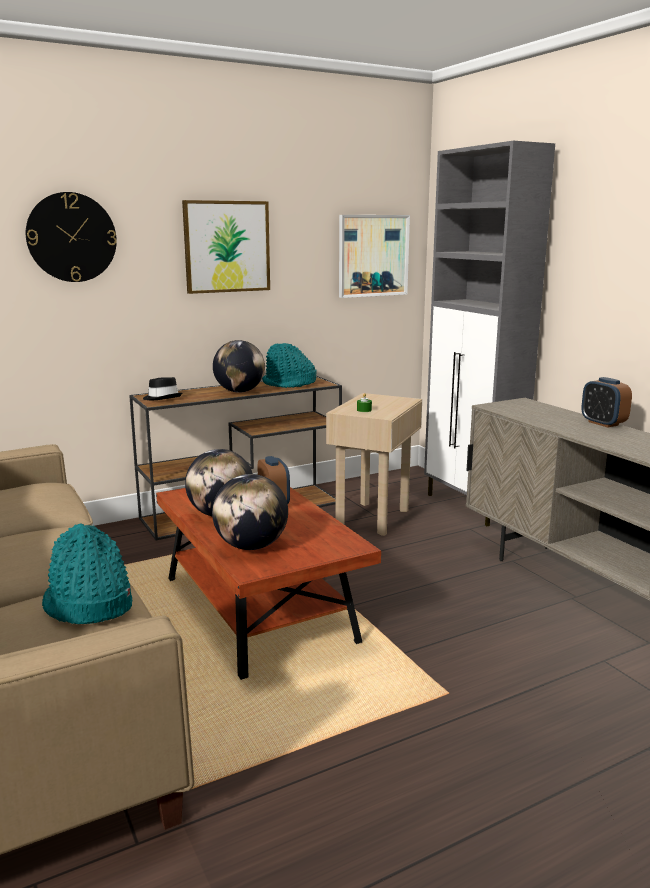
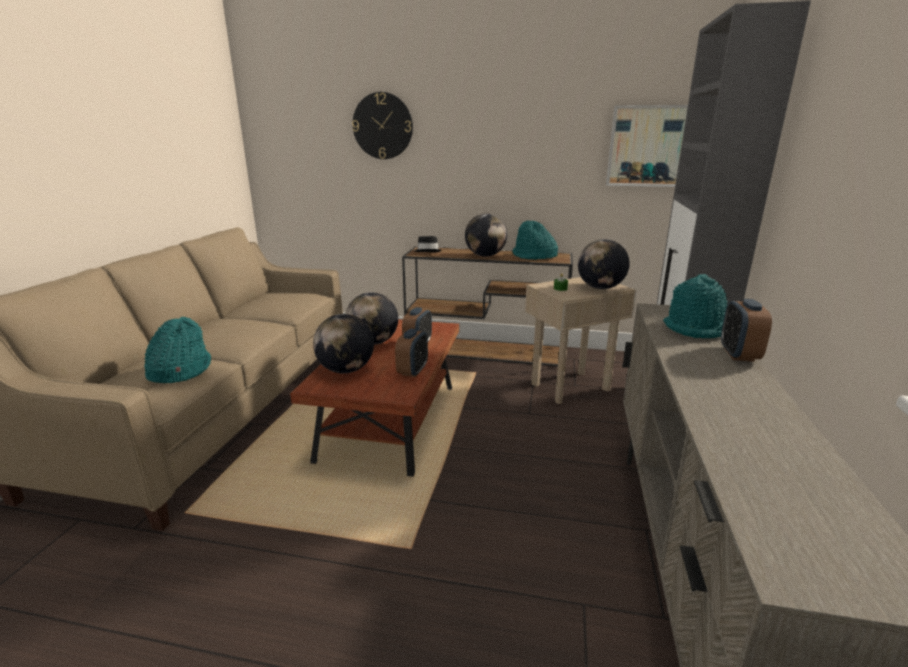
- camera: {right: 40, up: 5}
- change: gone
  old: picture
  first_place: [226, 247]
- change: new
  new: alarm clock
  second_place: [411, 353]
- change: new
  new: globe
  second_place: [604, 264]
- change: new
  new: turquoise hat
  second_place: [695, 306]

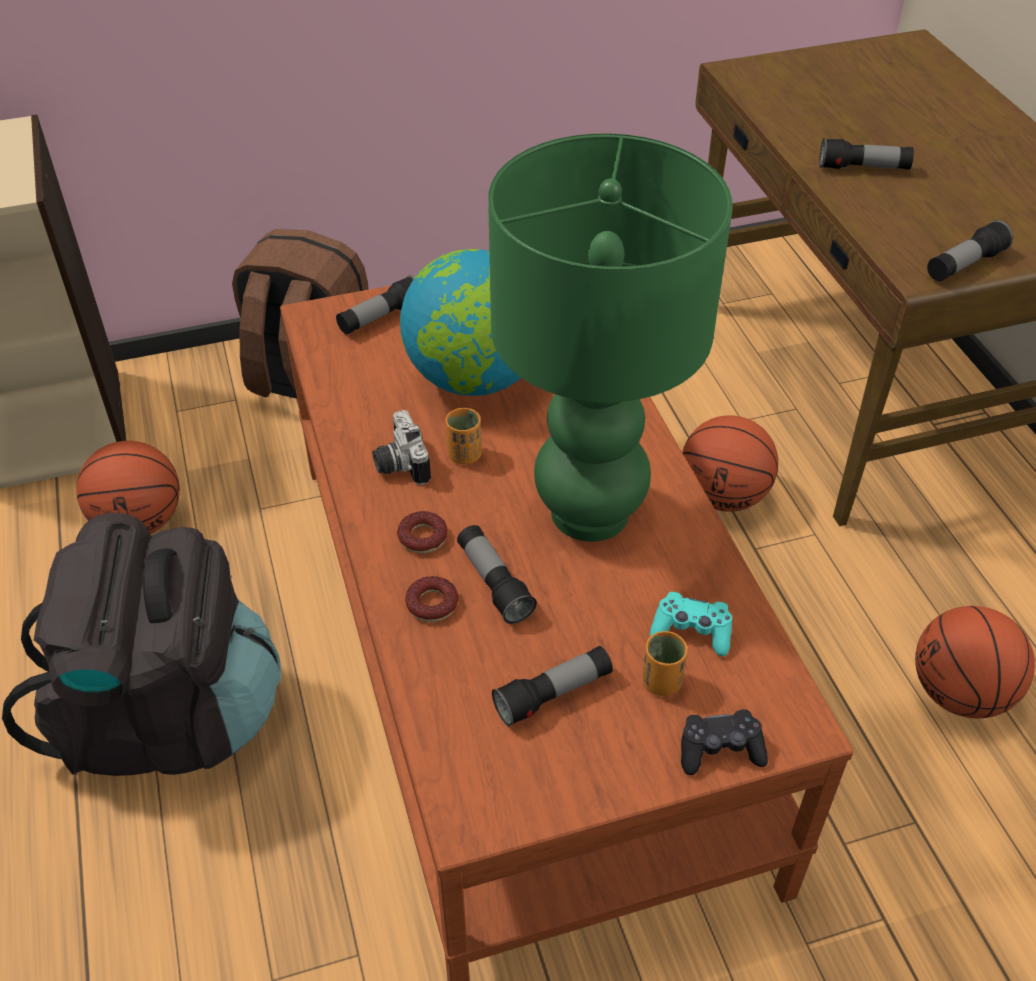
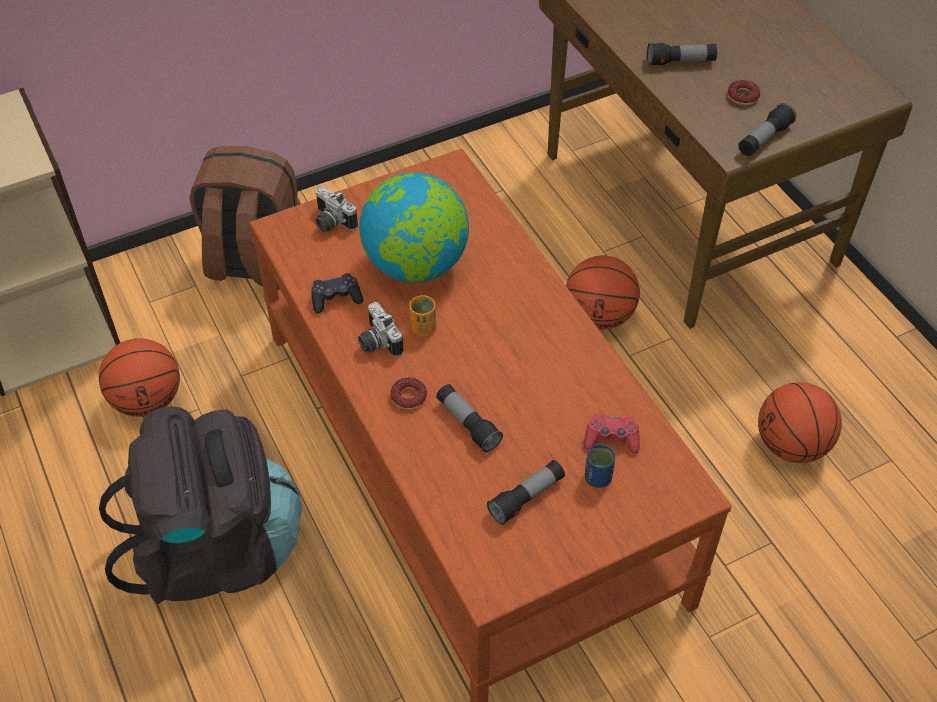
- camera: {right: -10, up: 5}
- change: gone
  old: green table lamp
  first_place: [610, 338]
- change: shifted
  old: donut
  first_place: [431, 599]
  second_place: [744, 92]
- change: shifted
  old: black game controller
  first_place: [724, 742]
  second_place: [337, 293]
- change: swapped
  old: flashlight
  new: photo camera
  first_place: [375, 305]
  second_place: [336, 209]
- change: repainted
  old: orange cup
  new: blue cup
  first_place: [665, 663]
  second_place: [600, 466]
- change: repainted
  old: turquoise game controller
  new: red game controller
  first_place: [691, 624]
  second_place: [612, 434]

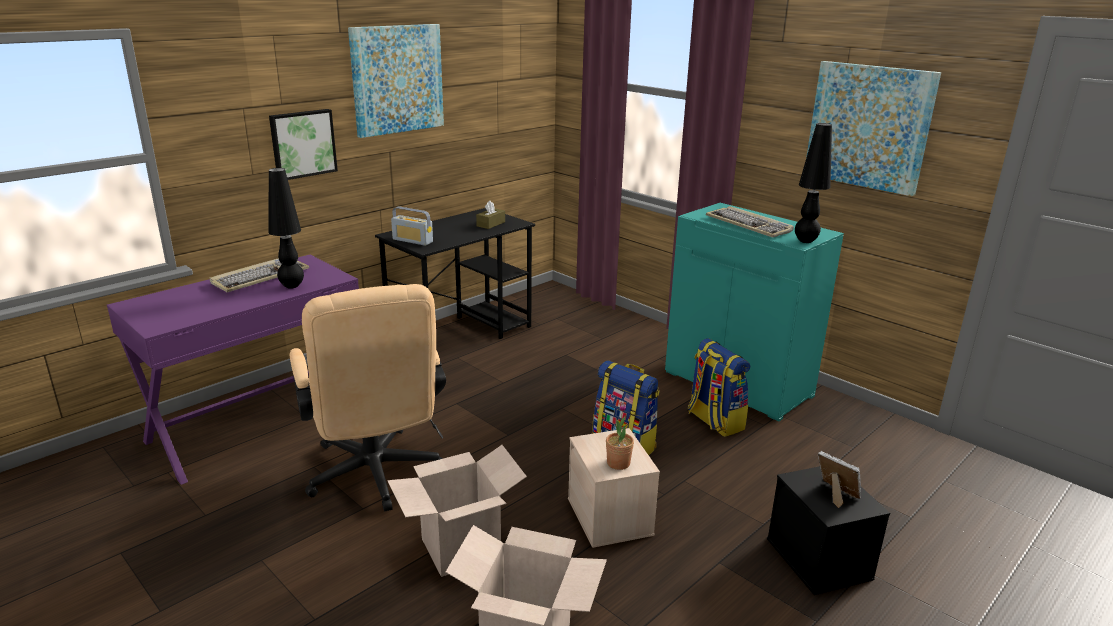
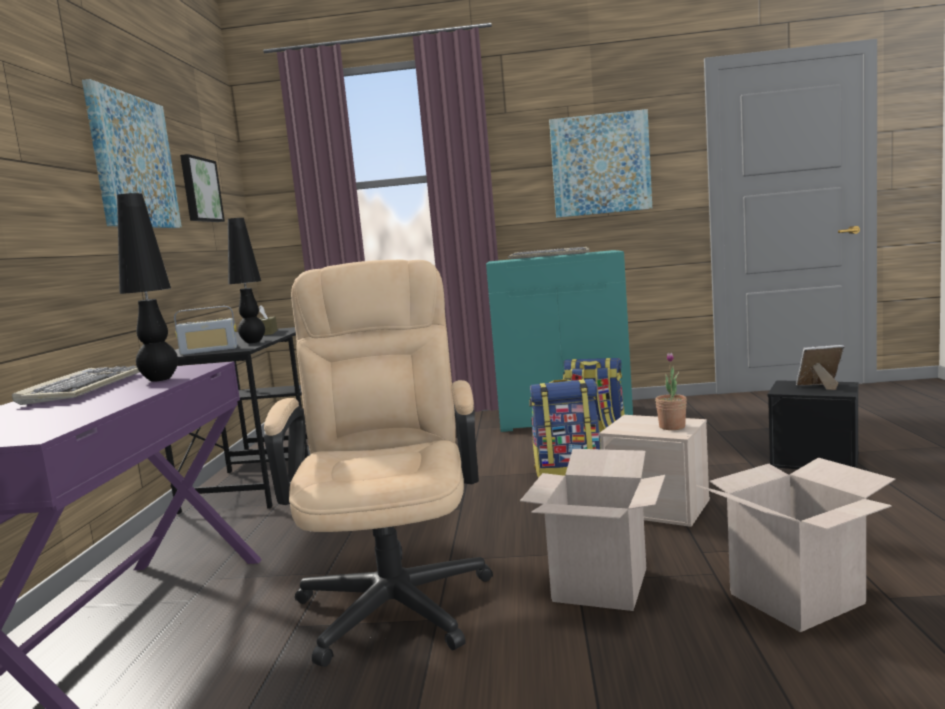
- camera: {right: -40, up: -15}
- change: shifted
  old: picture
  first_place: [303, 144]
  second_place: [202, 188]
- change: shifted
  old: black table lamp
  first_place: [813, 183]
  second_place: [246, 280]
- change: rotated
  old: beige office chair
  first_place: [368, 398]
  second_place: [378, 463]
  degrees: -120

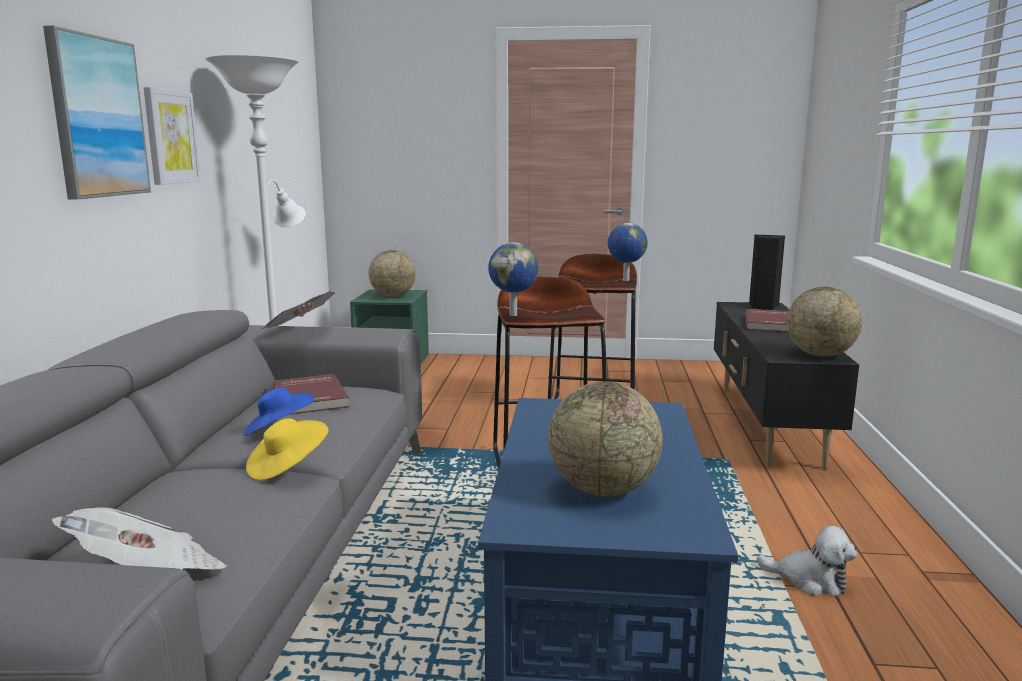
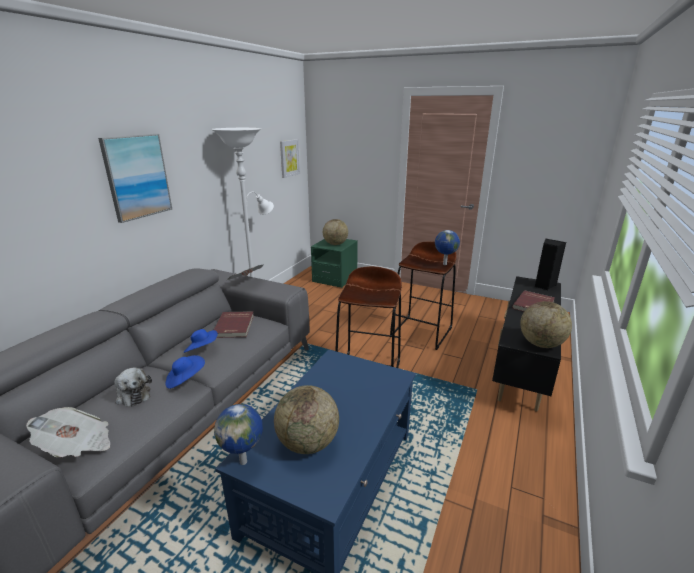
- camera: {right: 20, up: 10}
- change: shifted
  old: picture
  first_place: [172, 136]
  second_place: [290, 158]
- change: shifted
  old: globe
  first_place: [513, 279]
  second_place: [238, 434]
- change: shifted
  old: plush toy
  first_place: [807, 561]
  second_place: [133, 387]
- change: repainted
  old: yellow hat
  new: blue hat
  first_place: [287, 449]
  second_place: [185, 372]

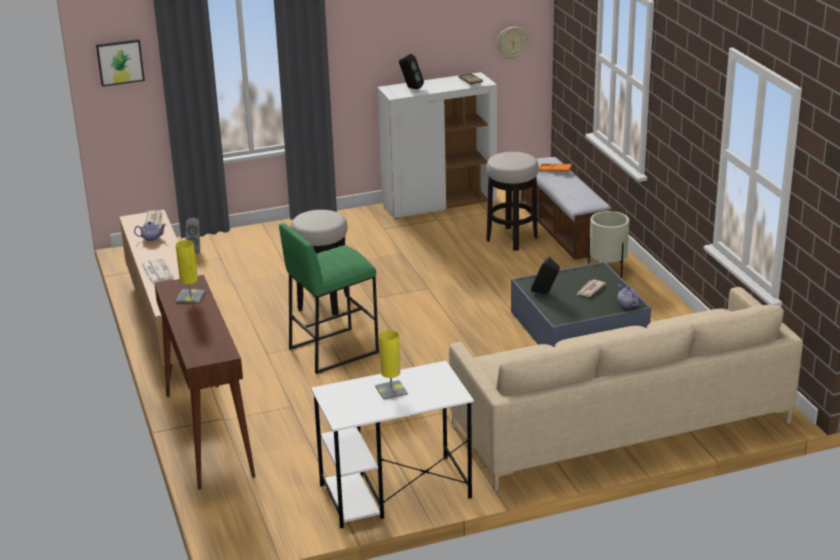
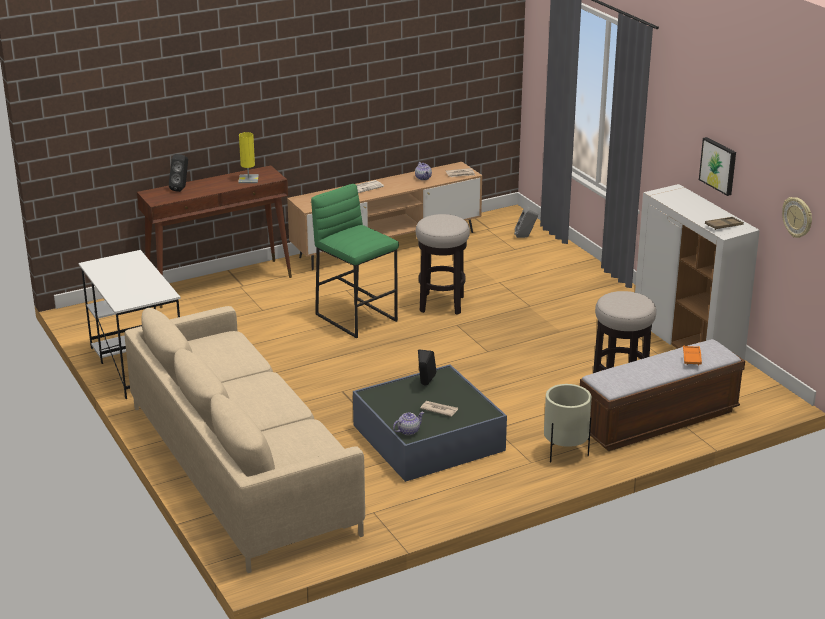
- camera: {right: 80, up: 0}
- change: gone
  old: yellow table lamp
  first_place: [391, 365]
- change: shifted
  old: picture
  first_place: [120, 63]
  second_place: [717, 166]
- change: shifted
  old: black speaker
  first_place: [411, 71]
  second_place: [178, 173]

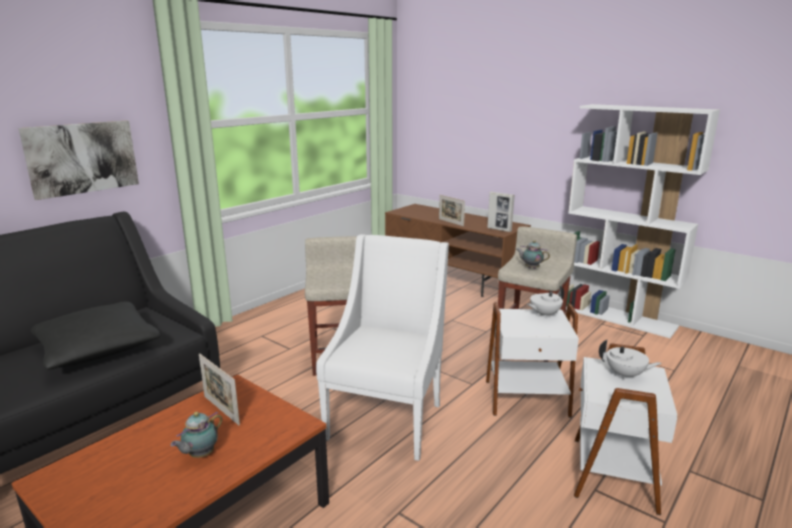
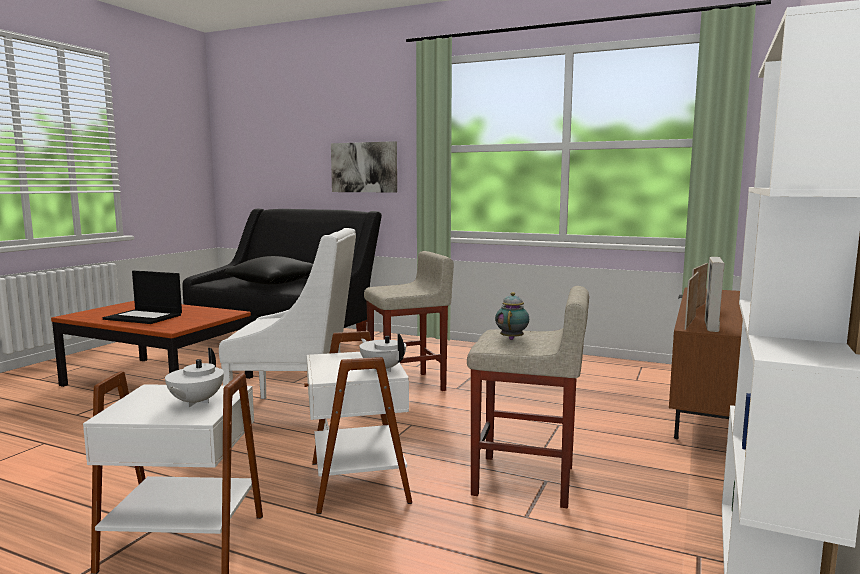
- camera: {right: 75, up: -10}
- change: shifted
  old: picture frame
  first_place: [219, 389]
  second_place: [692, 301]
- change: swapped
  old: teapot
  new: laptop
  first_place: [196, 435]
  second_place: [142, 297]

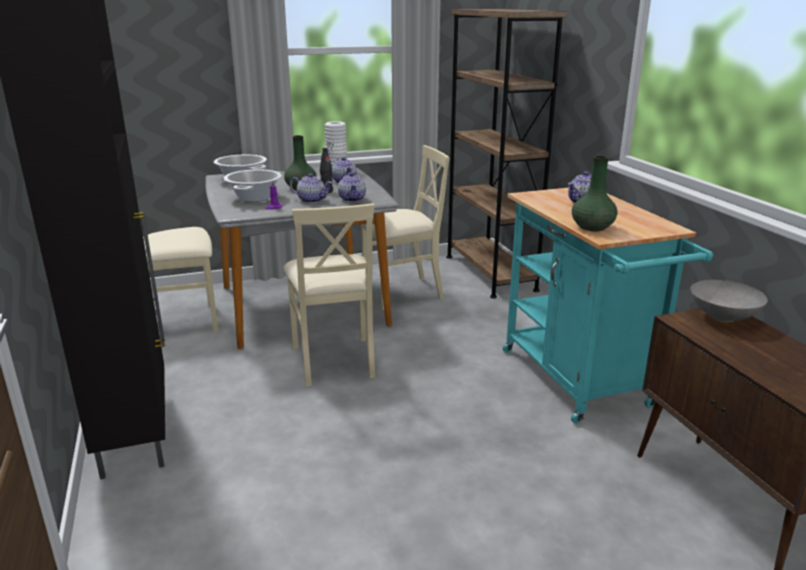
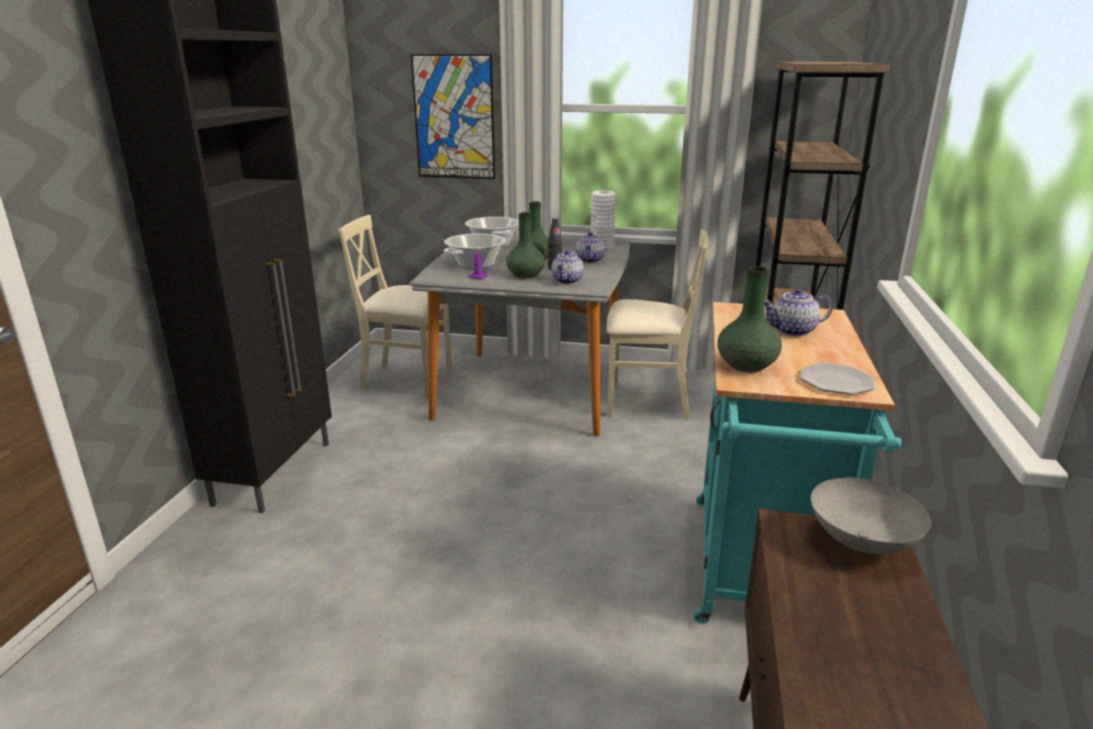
- camera: {right: 30, up: 0}
- change: gone
  old: beige chair
  first_place: [329, 294]
- change: new
  new: picture
  second_place: [453, 116]
- change: new
  new: plate
  second_place: [837, 379]
- change: swapped
  old: teapot
  new: green vase
  first_place: [311, 188]
  second_place: [525, 245]

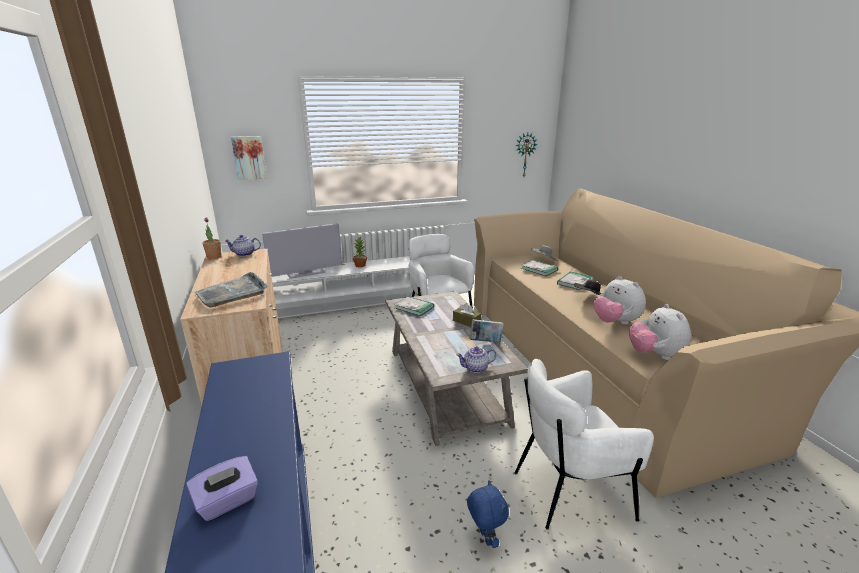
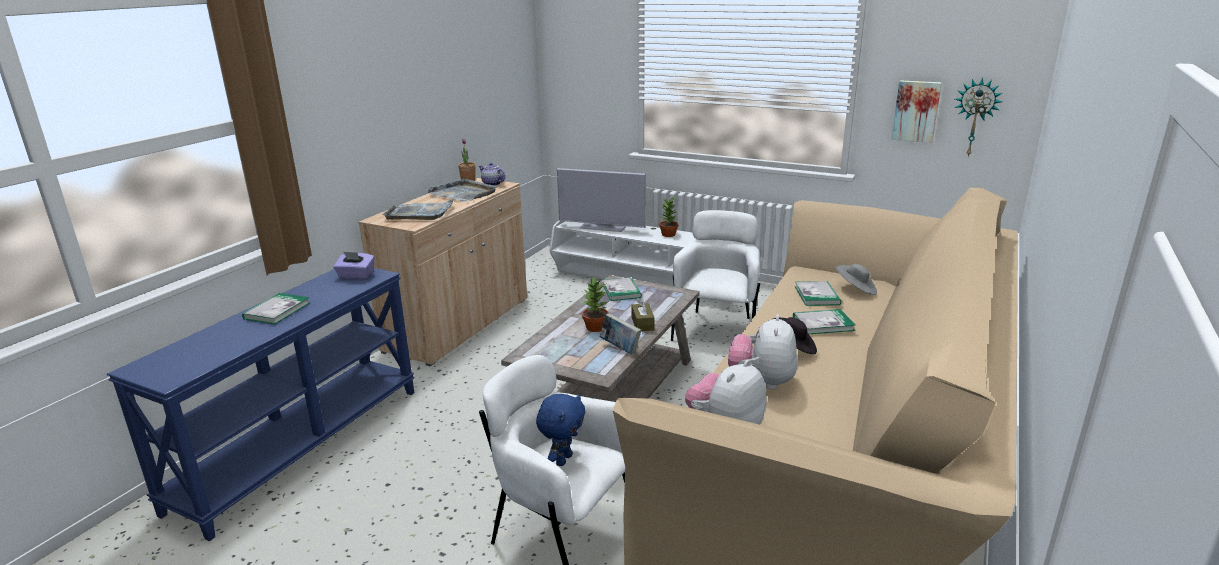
- camera: {right: 45, up: 0}
- change: gone
  old: teapot
  first_place: [476, 359]
- change: new
  new: book
  second_place: [276, 308]
- change: new
  new: grey tray
  second_place: [461, 190]
- change: new
  new: potted plant
  second_place: [595, 304]
- change: shifted
  old: purple tissue box
  first_place: [222, 488]
  second_place: [354, 265]
- change: shifted
  old: picture
  first_place: [249, 158]
  second_place: [916, 111]
- change: shifted
  old: blue plush toy
  first_place: [488, 514]
  second_place: [561, 429]

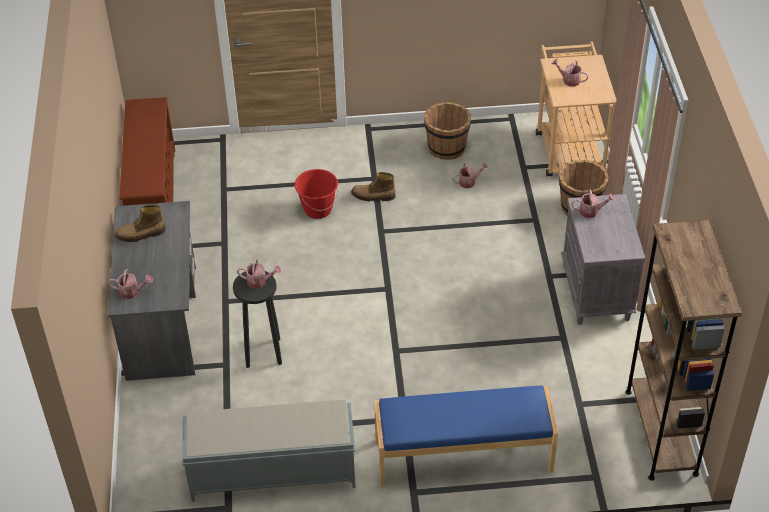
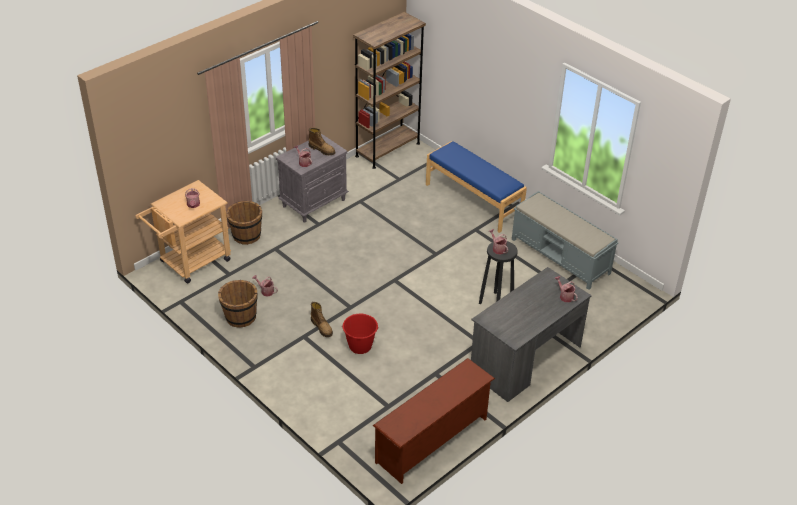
- camera: {right: -130, up: -5}
- change: shifted
  old: boot
  first_place: [140, 223]
  second_place: [322, 141]

